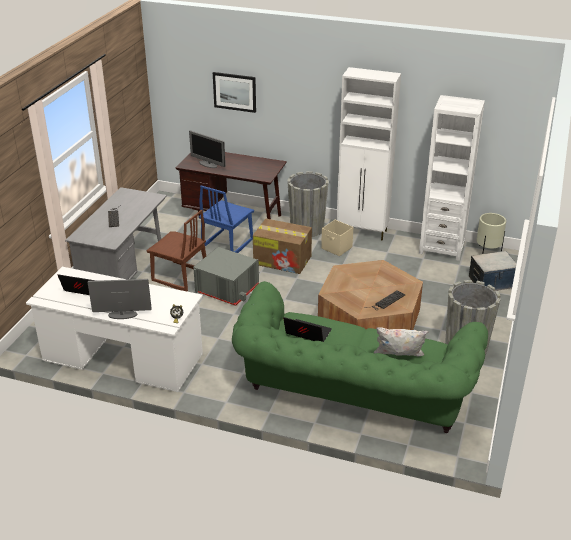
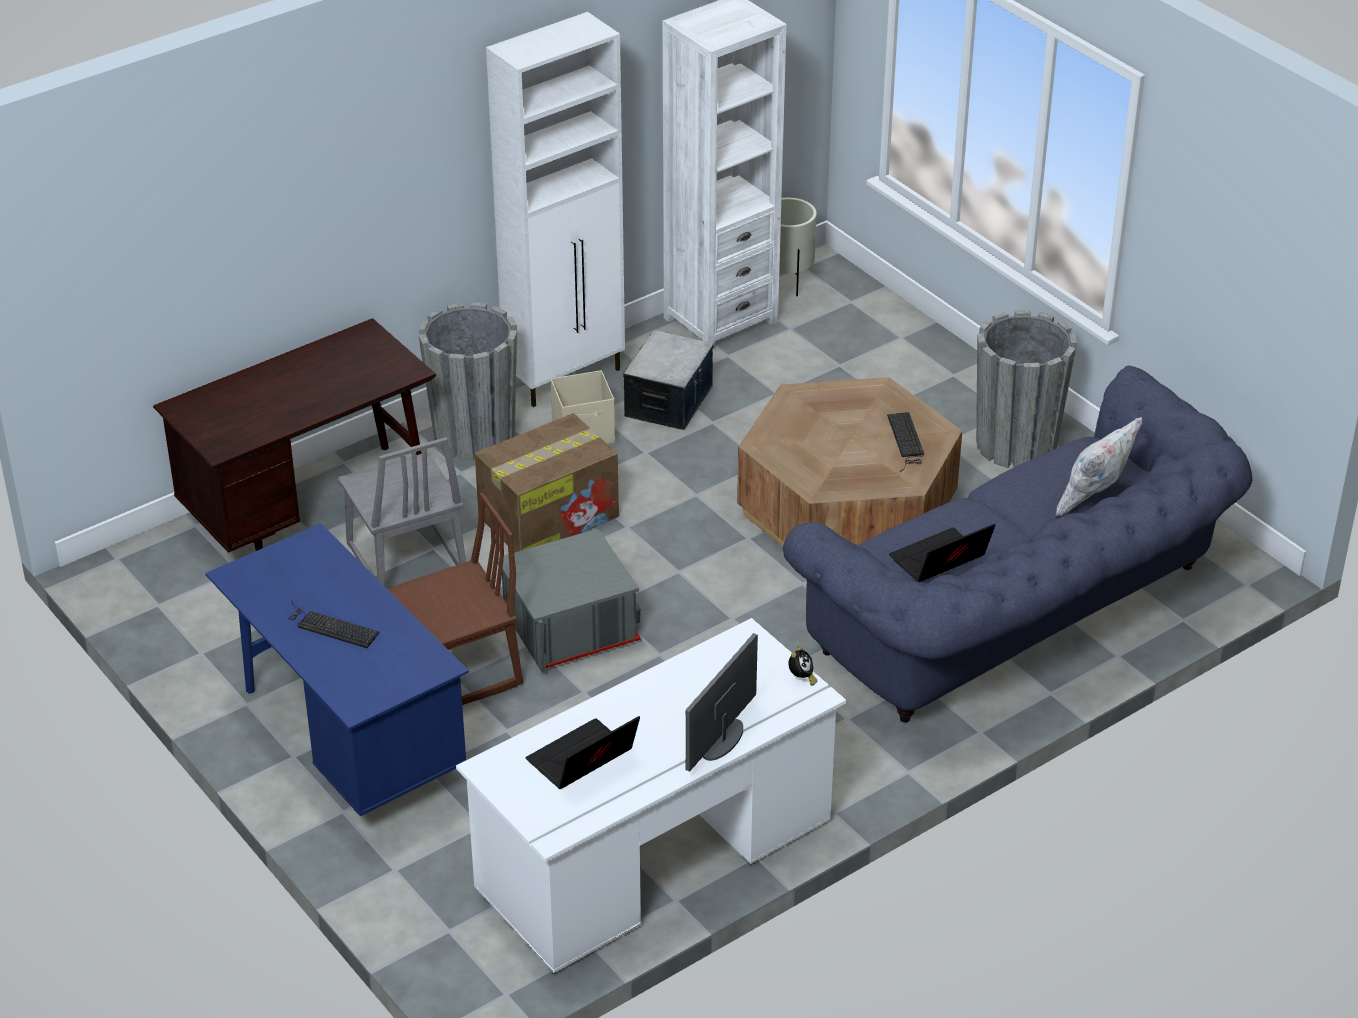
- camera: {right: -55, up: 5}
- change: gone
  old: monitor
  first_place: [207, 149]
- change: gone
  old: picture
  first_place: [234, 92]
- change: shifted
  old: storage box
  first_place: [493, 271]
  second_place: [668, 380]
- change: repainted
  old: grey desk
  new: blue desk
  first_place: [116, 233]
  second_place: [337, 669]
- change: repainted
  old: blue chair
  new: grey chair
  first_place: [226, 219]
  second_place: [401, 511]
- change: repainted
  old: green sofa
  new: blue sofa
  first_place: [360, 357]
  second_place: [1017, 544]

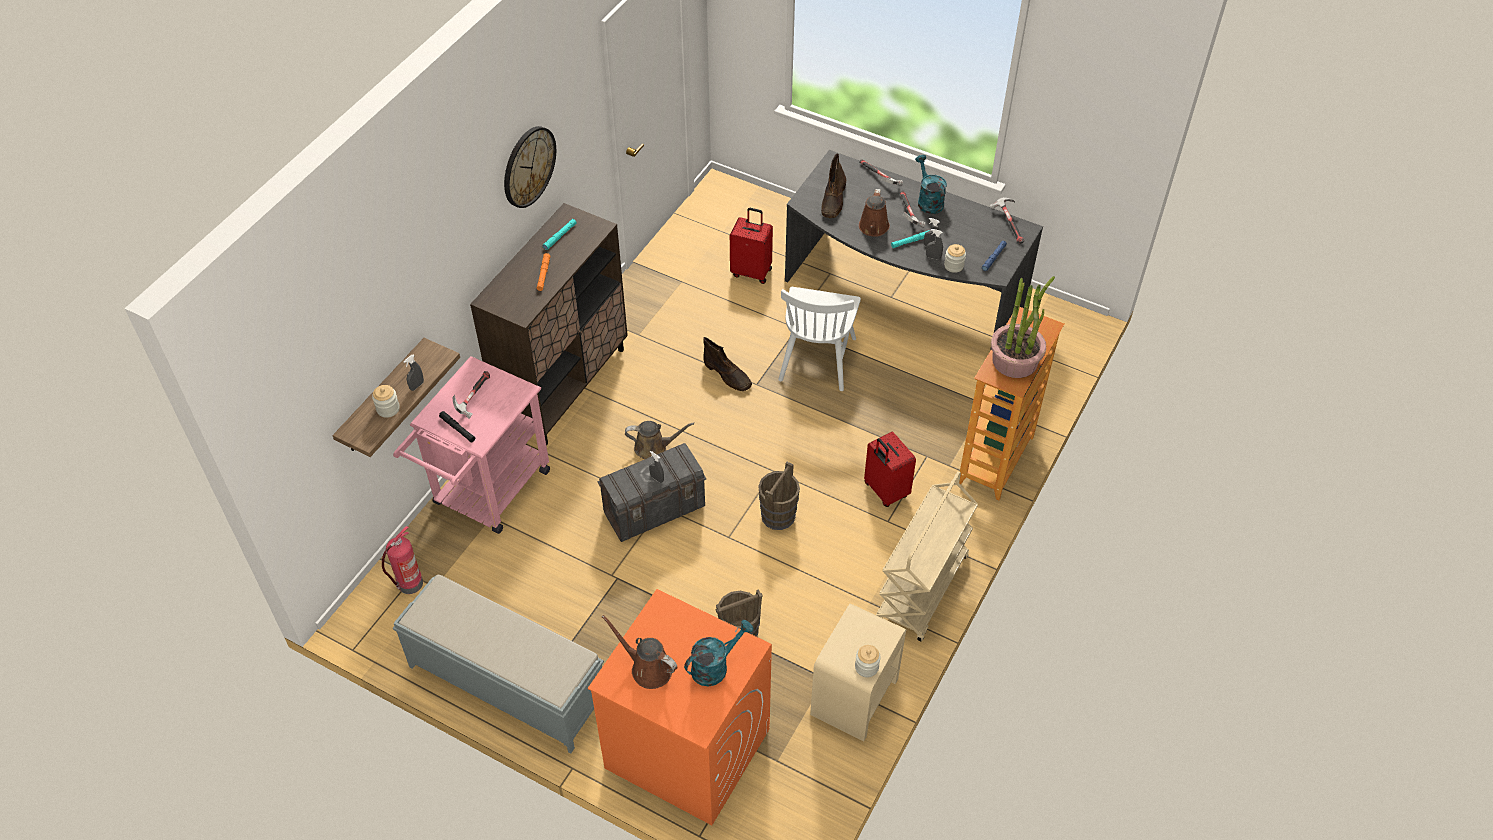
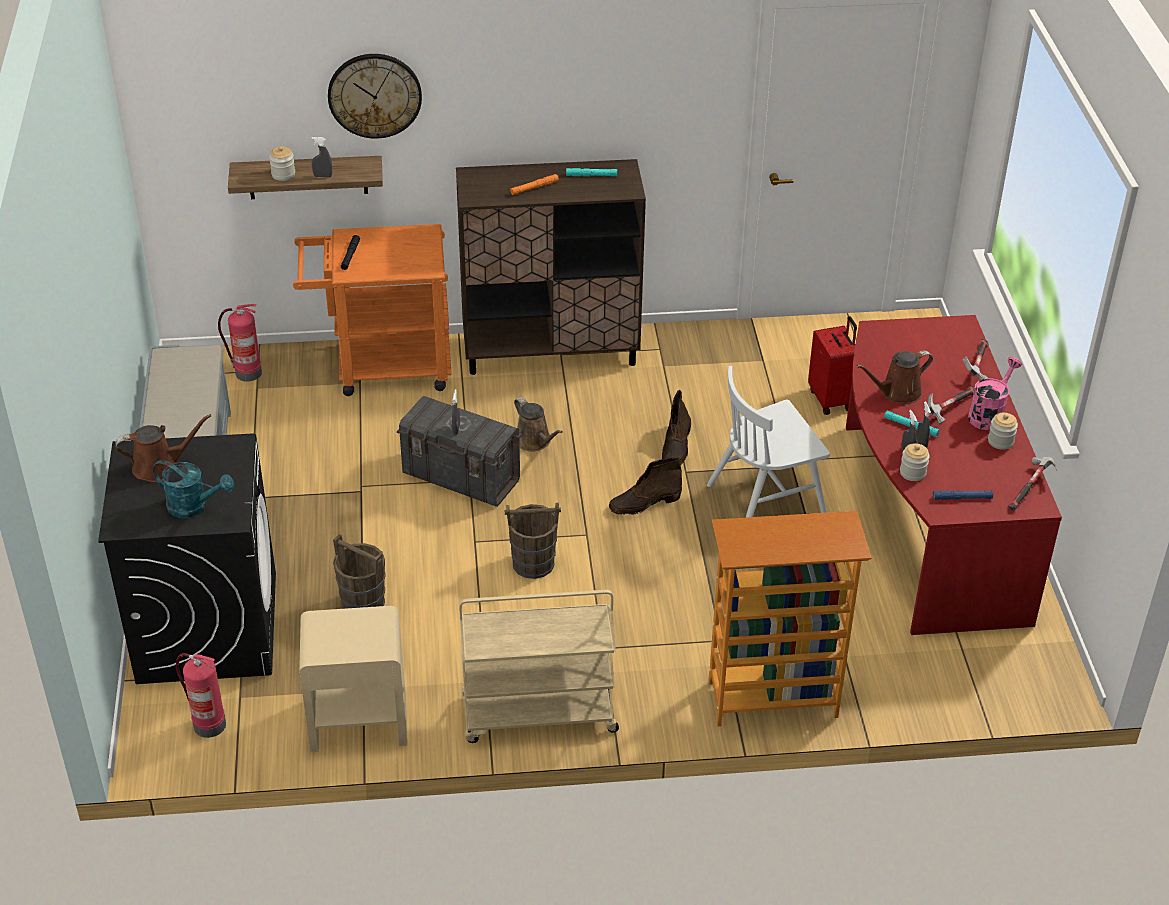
- camera: {right: 55, up: -10}
- change: gone
  old: hammer
  first_place: [471, 395]
- change: gone
  old: red suitcase
  first_place: [890, 469]
- change: gone
  old: potted plant
  first_place: [1023, 327]
- change: new
  new: fire extinguisher
  second_place: [201, 695]
- change: shifted
  old: wall clock
  first_place: [530, 167]
  second_place: [375, 96]
- change: shifted
  old: brown boot
  first_place: [833, 185]
  second_place: [645, 486]
- change: shifted
  old: jar
  first_place: [867, 661]
  second_place: [1003, 431]
- change: repainted
  old: pink cart
  new: orange cart
  first_place: [471, 445]
  second_place: [372, 310]
- change: repainted
  old: orange washing machine
  new: black washing machine
  first_place: [680, 707]
  second_place: [187, 558]
- change: repainted
  old: grey desk
  new: red desk
  first_place: [914, 250]
  second_place: [954, 475]
- change: repainted
  old: turquoise watering can
  new: pink watering can
  first_place: [931, 184]
  second_place: [995, 393]
- change: rotated
  old: brown watering can
  first_place: [640, 652]
  second_place: [163, 448]
  degrees: 75

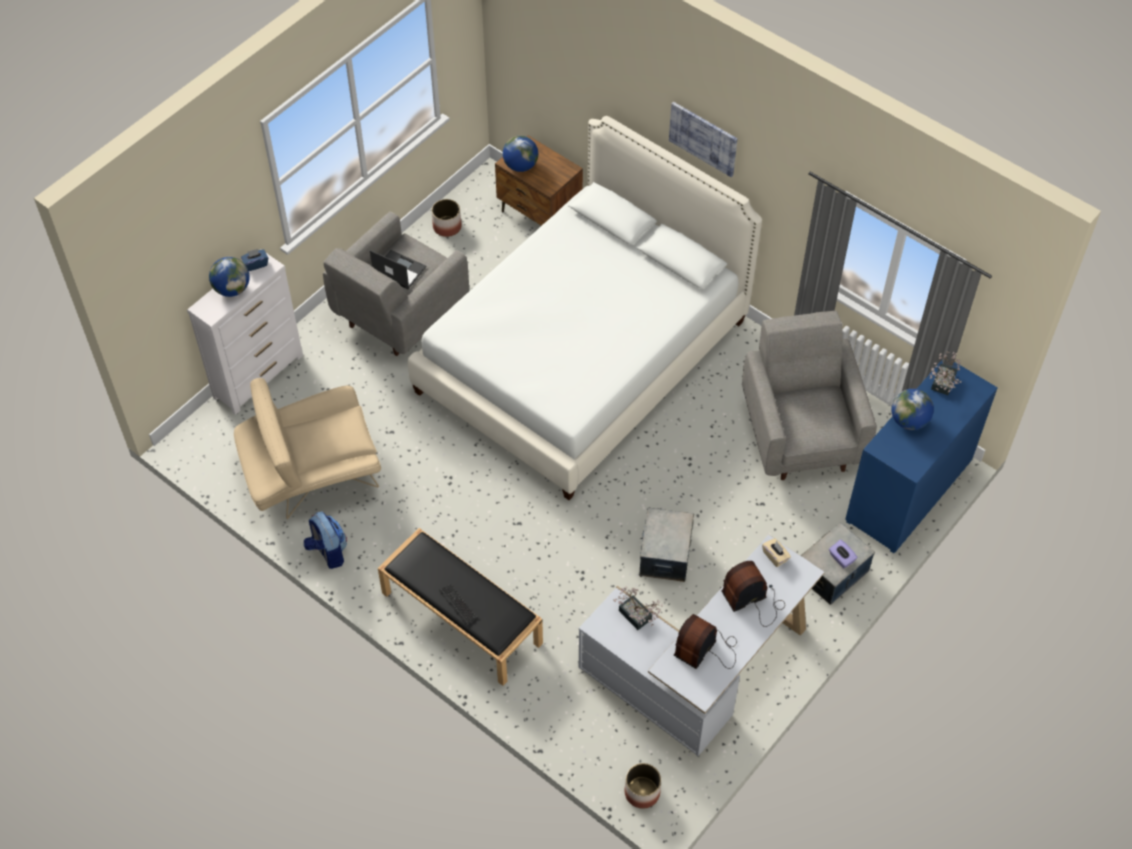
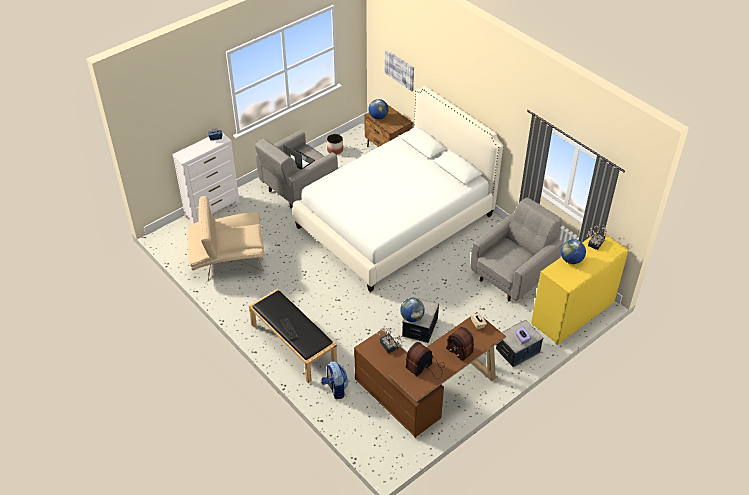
- camera: {right: 10, up: -10}
- change: gone
  old: planter
  first_place: [643, 786]
- change: shifted
  old: globe
  first_place: [229, 277]
  second_place: [412, 310]
- change: shifted
  old: backpack
  first_place: [325, 540]
  second_place: [334, 380]
- change: shifted
  old: picture
  first_place: [703, 139]
  second_place: [399, 70]
- change: repainted
  old: white desk
  new: brown desk
  first_place: [702, 645]
  second_place: [430, 374]
- change: repainted
  old: blue dresser
  new: yellow dresser
  first_place: [921, 456]
  second_place: [580, 288]
- change: rotated
  old: radio
  first_place: [753, 594]
  second_place: [460, 344]
  degrees: -120
- change: rotated
  old: grey armchair
  first_place: [809, 395]
  second_place: [517, 249]
  degrees: 45

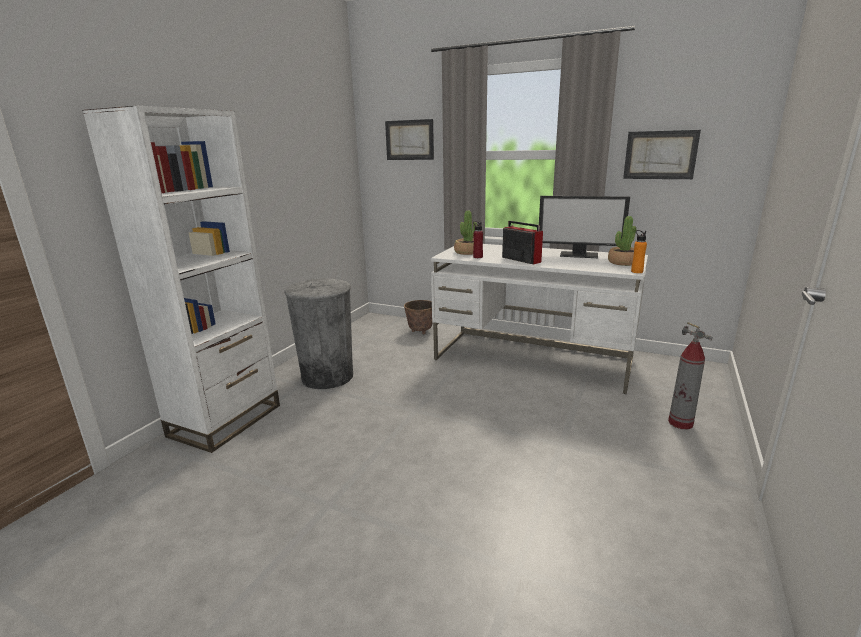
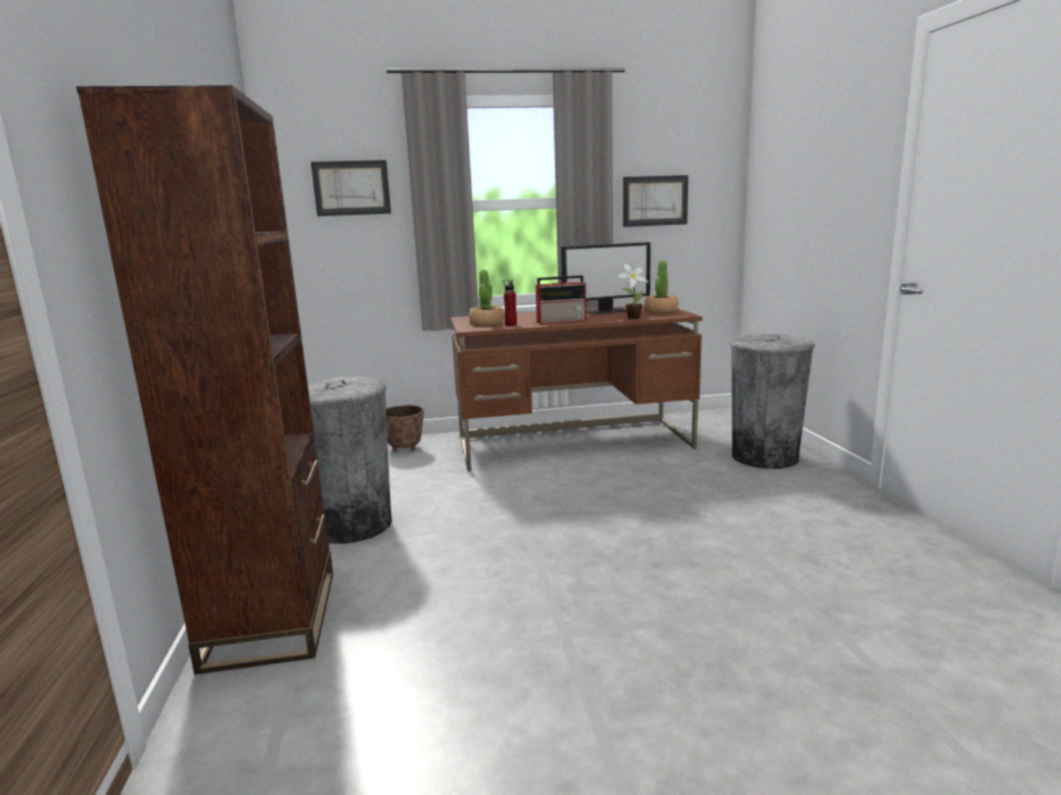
- camera: {right: -35, up: -5}
- change: gone
  old: orange bottle
  first_place: [639, 251]
- change: new
  new: potted plant
  second_place: [633, 291]
- change: swapped
  old: fire extinguisher
  new: grey trash can
  first_place: [690, 376]
  second_place: [772, 401]
- change: repainted
  old: white bookcase
  new: brown bookcase
  first_place: [181, 279]
  second_place: [204, 380]
- change: repainted
  old: white desk
  new: brown desk
  first_place: [539, 319]
  second_place: [576, 388]
- change: rotated
  old: radio
  first_place: [522, 242]
  second_place: [561, 299]
  degrees: 150

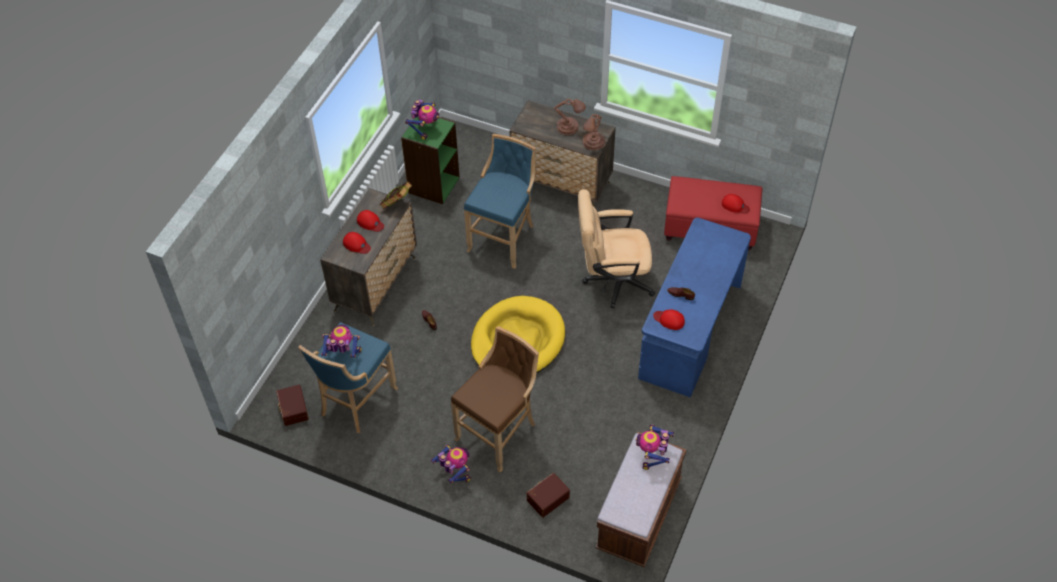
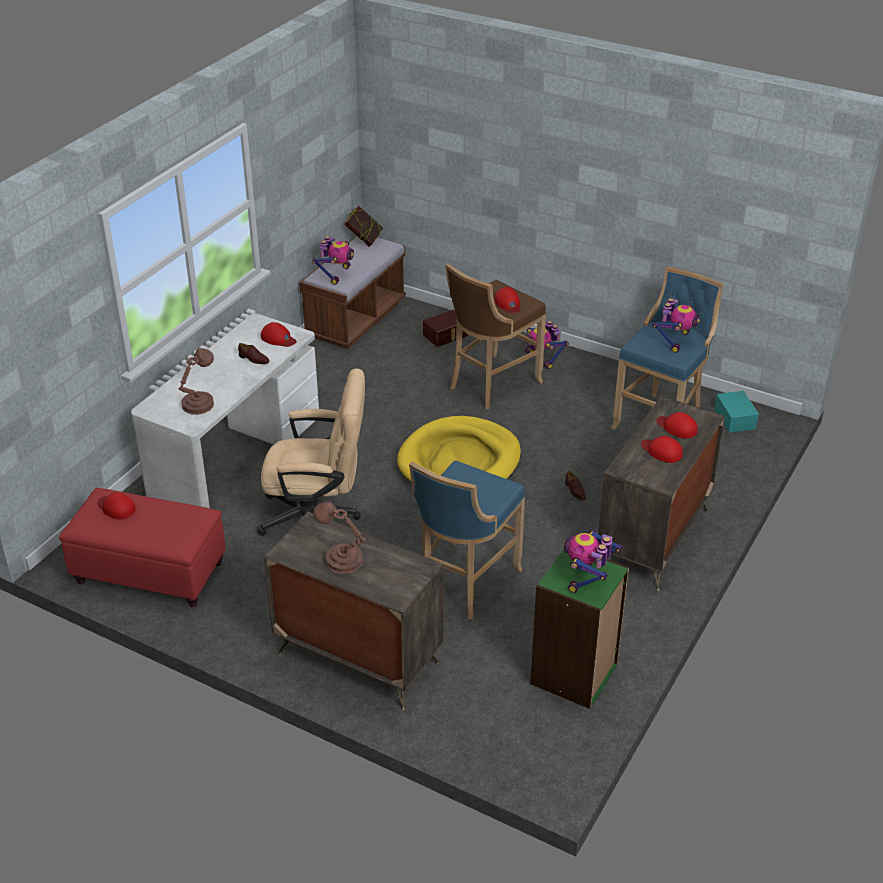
- camera: {right: -175, up: -15}
- change: new
  new: red cap
  second_place: [508, 300]
- change: shifted
  old: book
  first_place: [396, 195]
  second_place: [363, 225]
- change: shifted
  old: brown table lamp
  first_place: [594, 132]
  second_place: [196, 381]
- change: repainted
  old: brown storage box
  new: turquoise storage box
  first_place: [292, 405]
  second_place: [737, 412]
- change: repainted
  old: blue desk
  new: white desk
  first_place: [694, 308]
  second_place: [225, 411]
- change: rotated
  old: toy robot
  first_place: [341, 341]
  second_place: [676, 325]
  degrees: -75

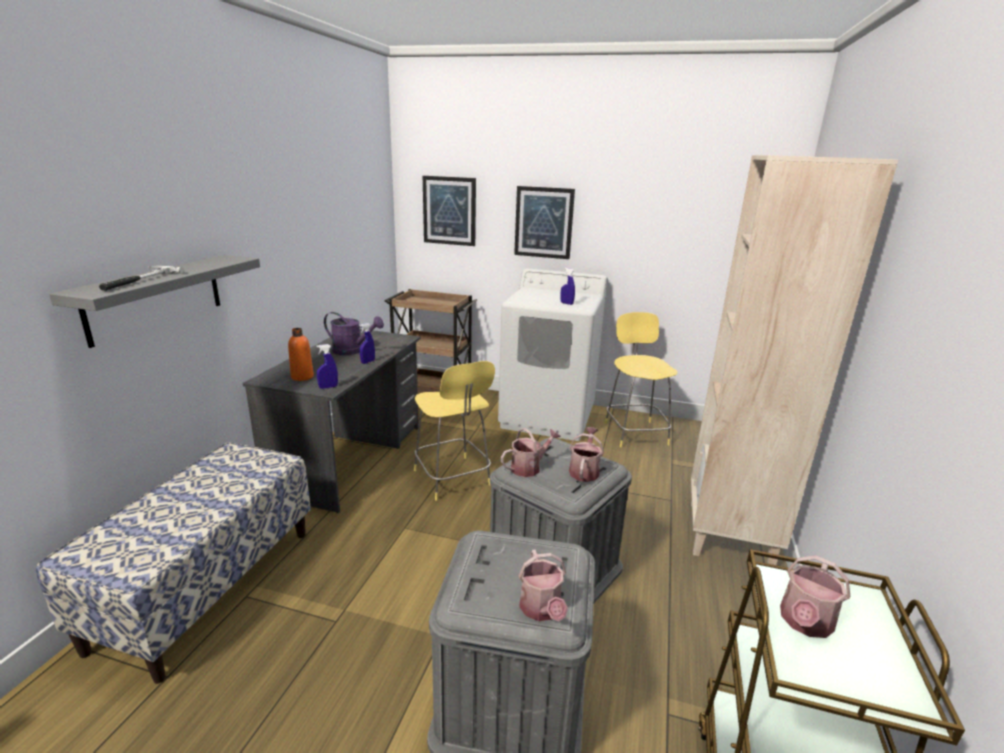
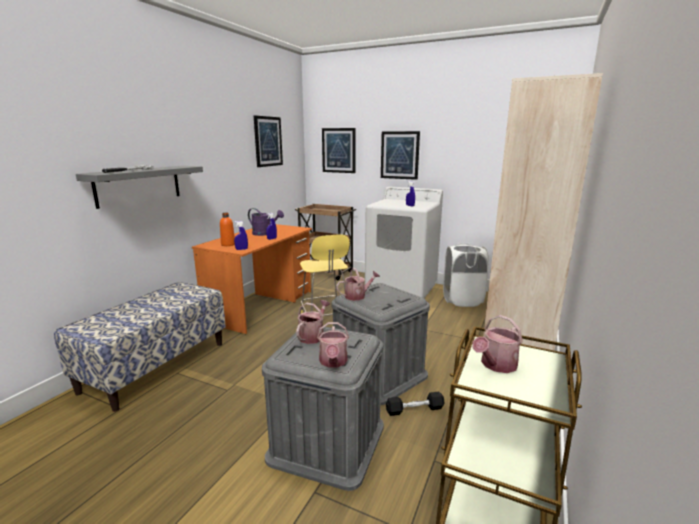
- camera: {right: 10, up: -5}
- change: new
  new: picture
  second_place: [268, 141]
- change: new
  new: black dumbbell
  second_place: [415, 404]
- change: shifted
  old: watering can
  first_place: [586, 454]
  second_place: [313, 322]
- change: swapped
  old: yellow stool
  new: white laundry basket
  first_place: [641, 379]
  second_place: [466, 275]
- change: repainted
  old: grey desk
  new: orange desk
  first_place: [332, 421]
  second_place: [252, 279]

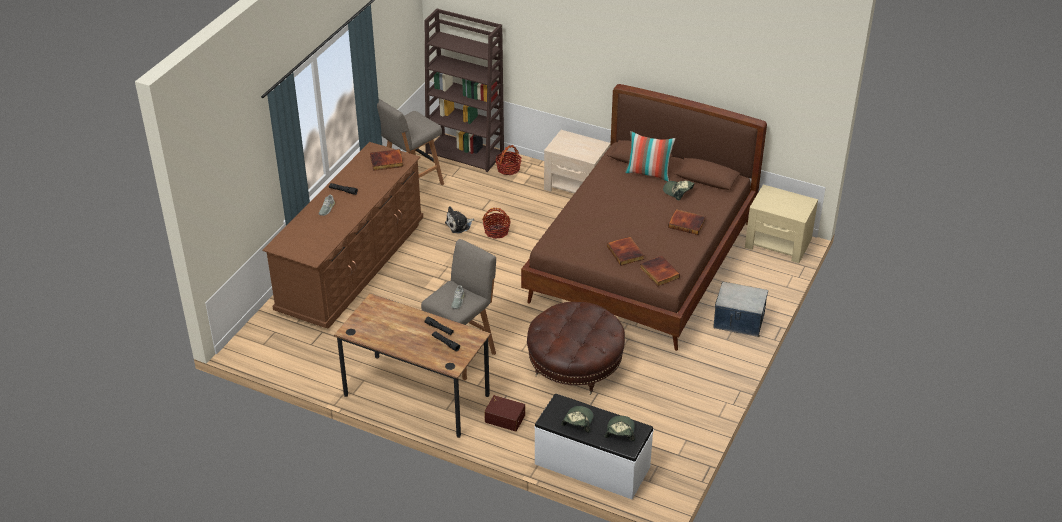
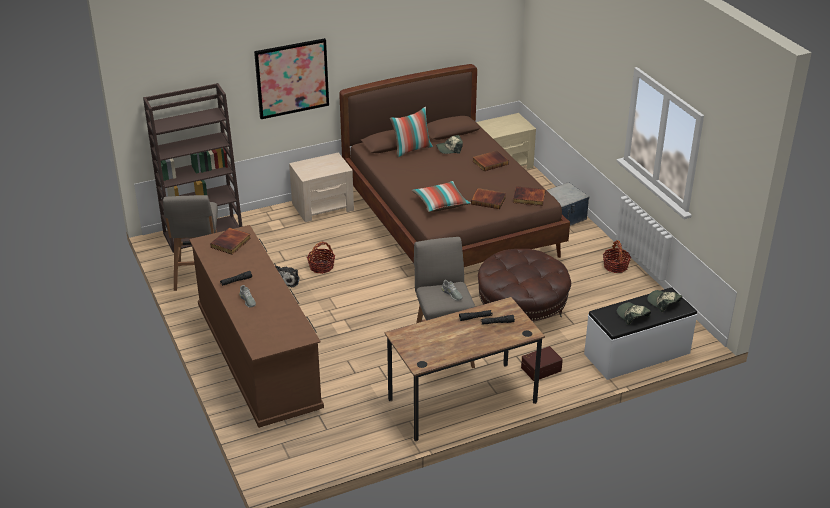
- camera: {right: -50, up: -5}
- change: new
  new: picture
  second_place: [291, 78]
- change: new
  new: pillow
  second_place: [441, 196]
- change: shifted
  old: basket
  first_place: [508, 160]
  second_place: [617, 256]

